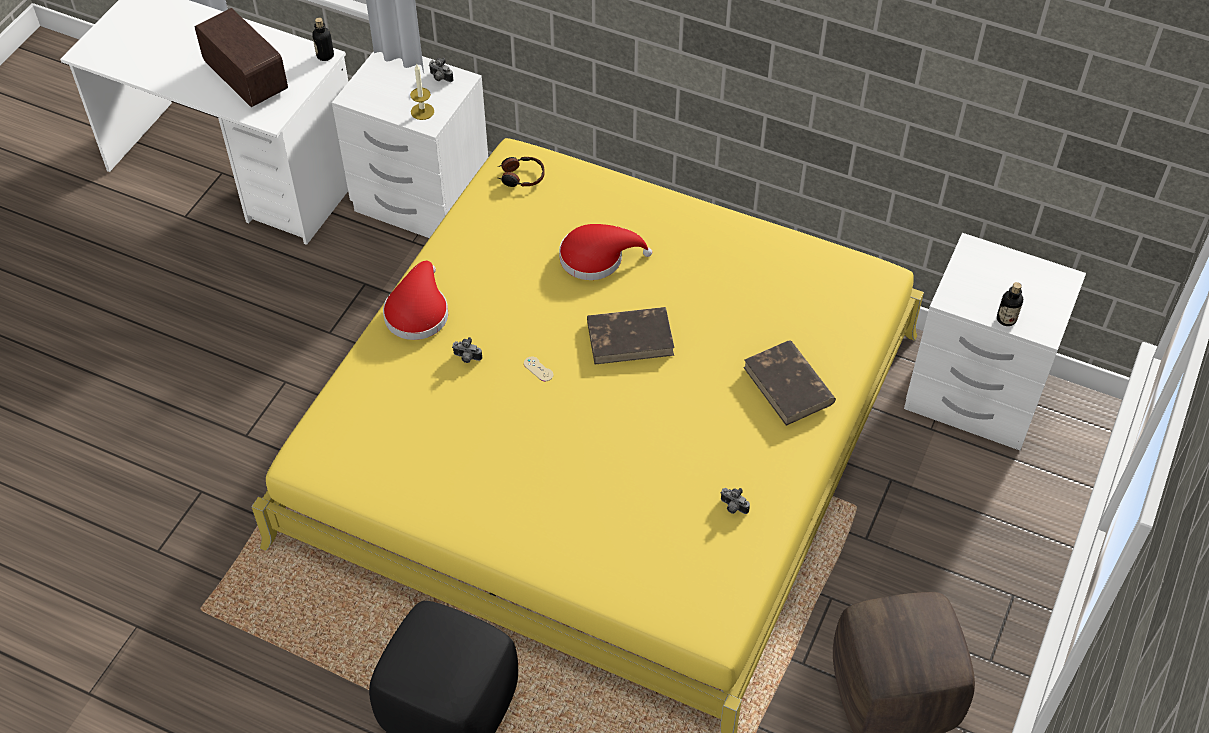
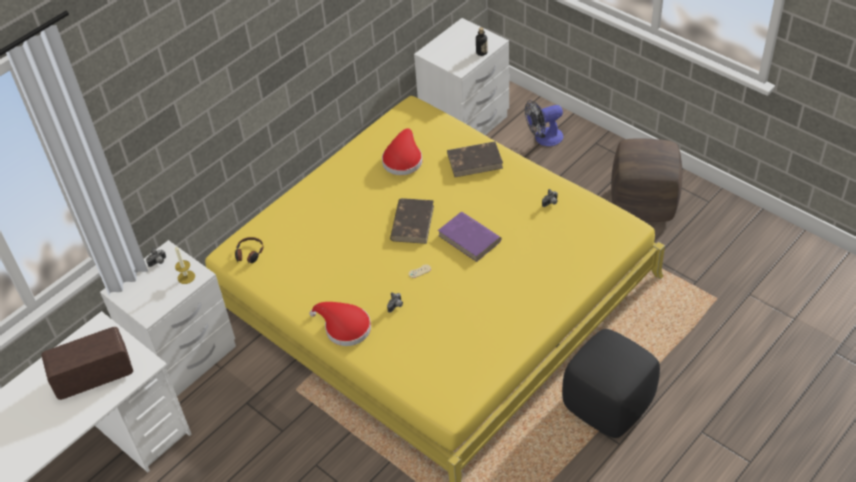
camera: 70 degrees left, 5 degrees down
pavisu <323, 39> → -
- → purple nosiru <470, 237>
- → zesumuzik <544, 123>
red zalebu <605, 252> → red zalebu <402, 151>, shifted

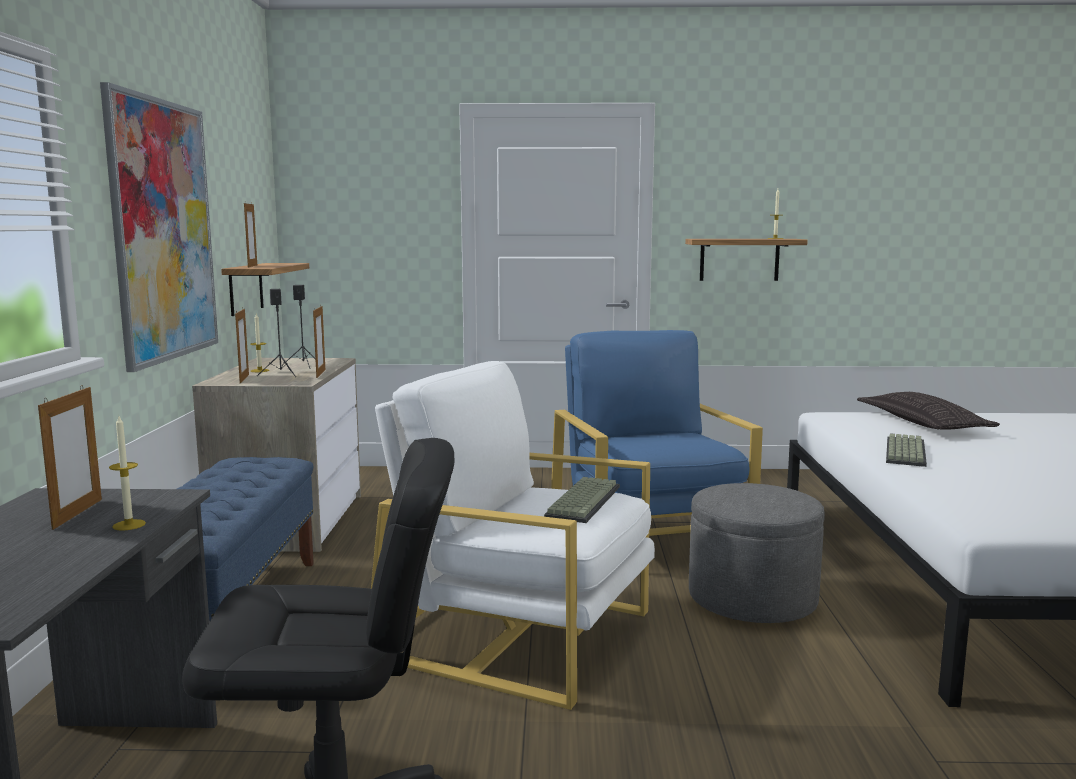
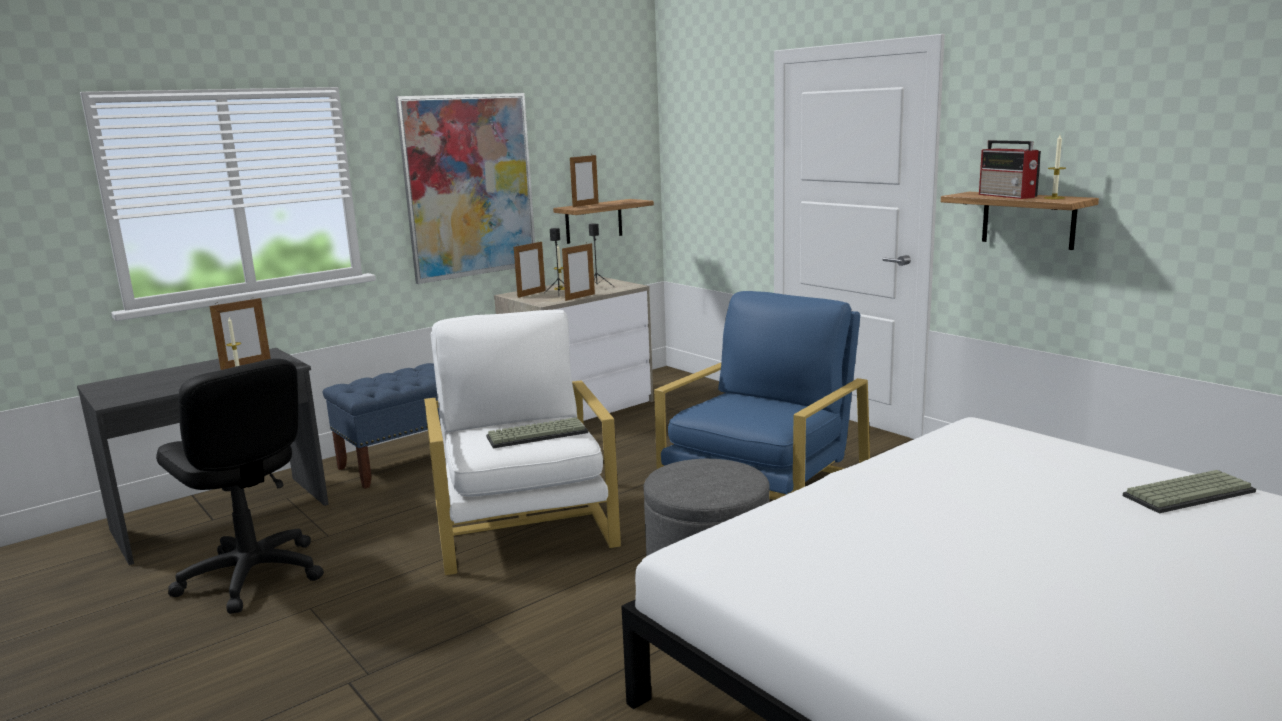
camera: 50 degrees right, 5 degrees up
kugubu <928, 411> → -
- → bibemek <1010, 169>
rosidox <906, 450> → rosidox <1189, 491>, shifted

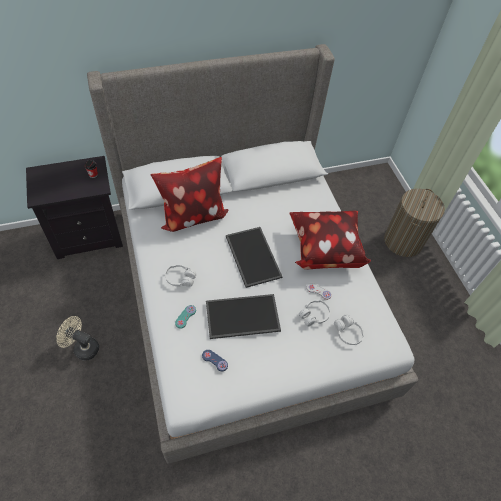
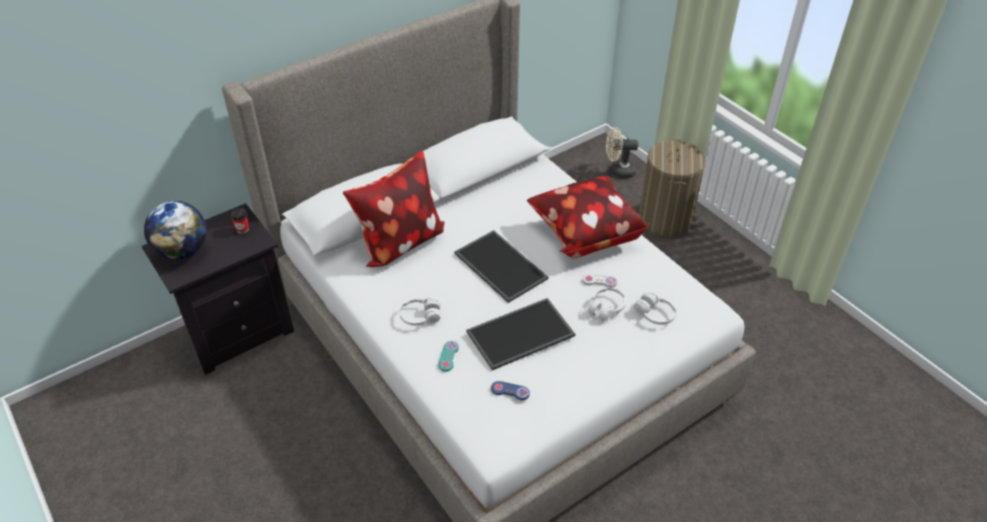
camera: 15 degrees left, 10 degrees down
- → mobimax <175, 230>
beige zesumuzik <77, 338> → beige zesumuzik <622, 152>, shifted

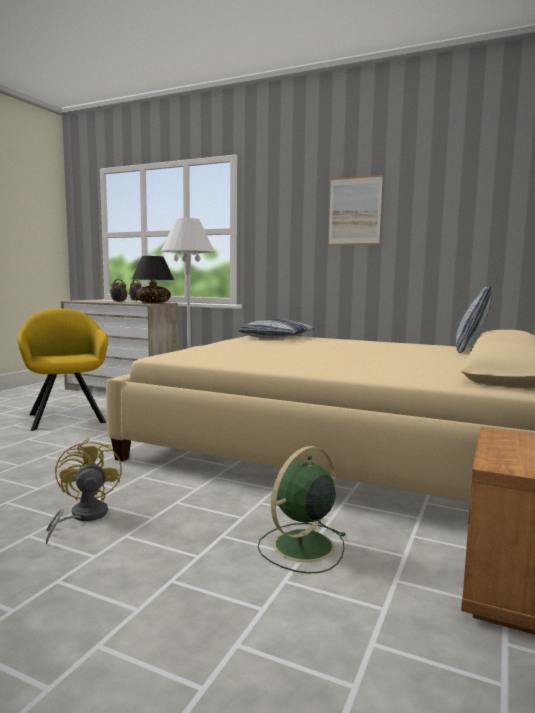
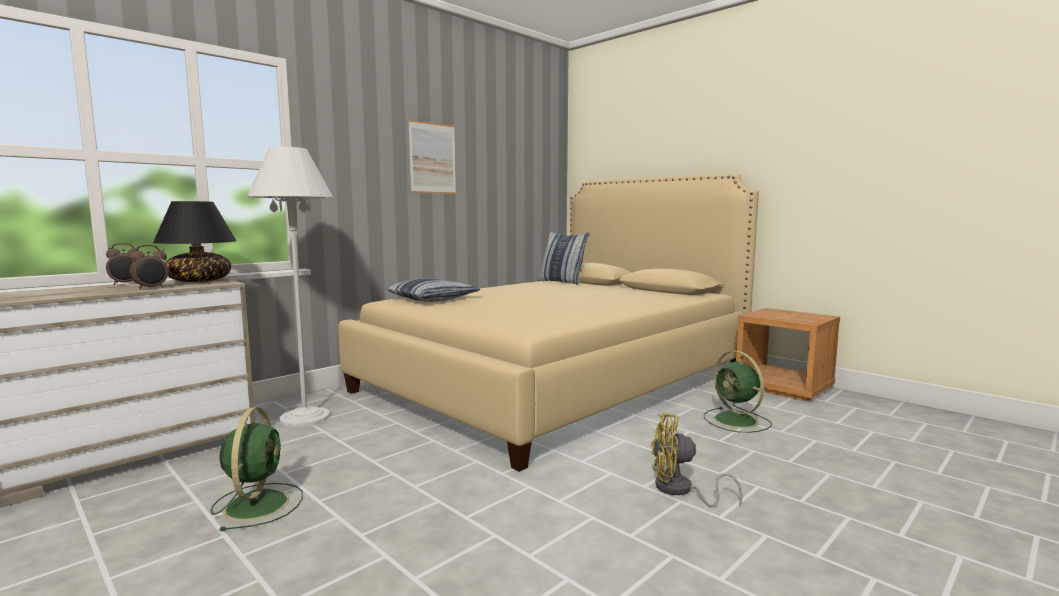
camera: 70 degrees left, 0 degrees up
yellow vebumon <62, 369> → green zesumuzik <257, 469>

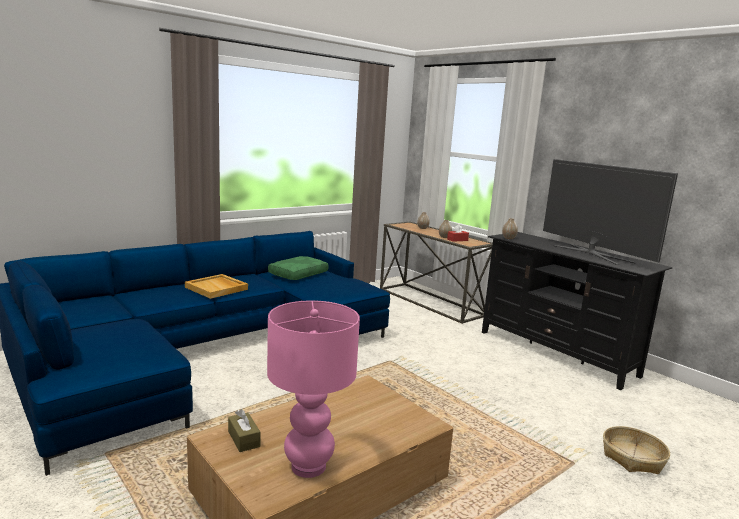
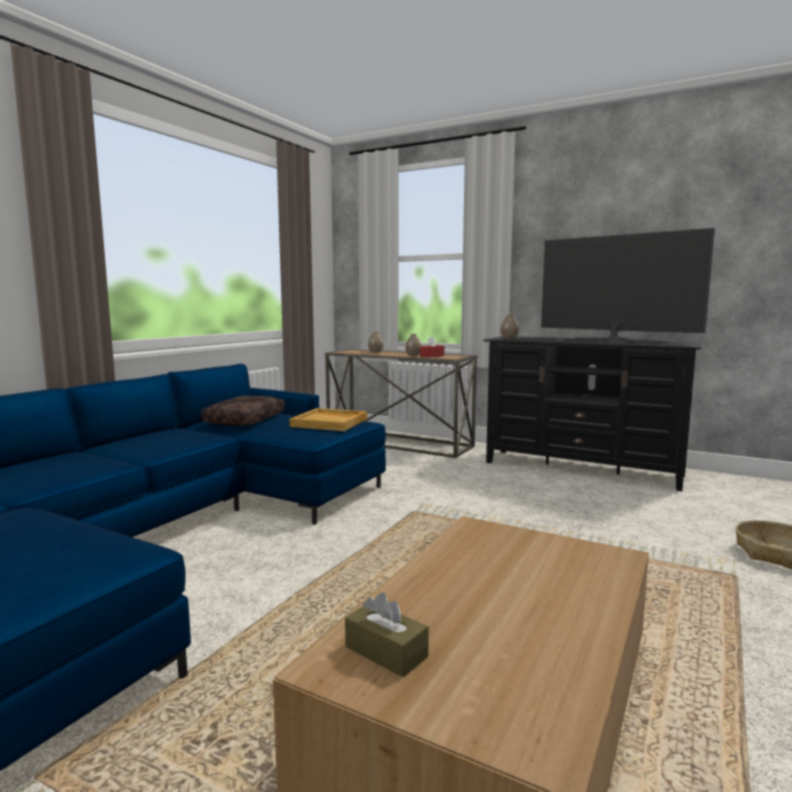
camera: 20 degrees left, 5 degrees down
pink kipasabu <313, 389> → -
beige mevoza <216, 286> → beige mevoza <328, 419>, shifted
green kugubu <298, 268> → brown kugubu <243, 411>

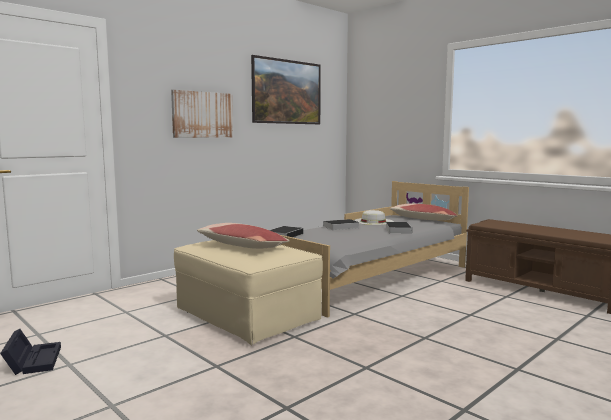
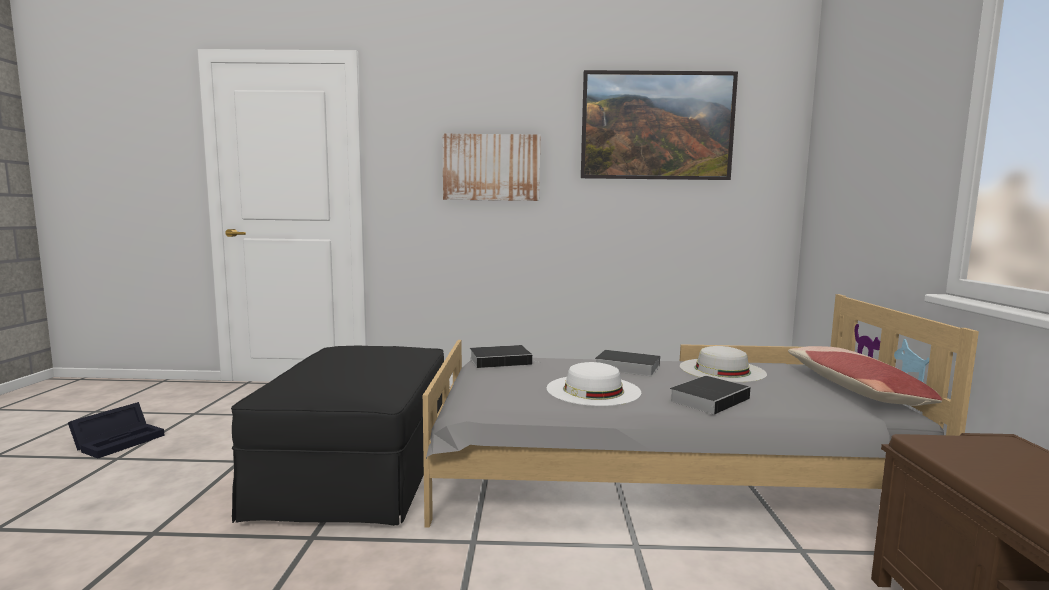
camera: 45 degrees right, 0 degrees up
kugubu <243, 236> → -
- → white zalebu <594, 384>
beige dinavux <248, 292> → black dinavux <337, 435>

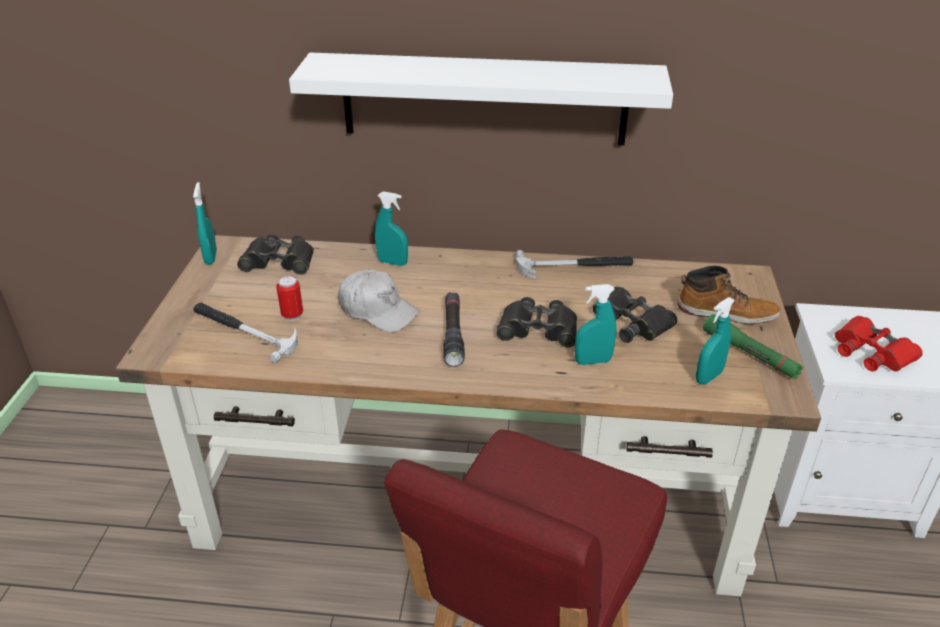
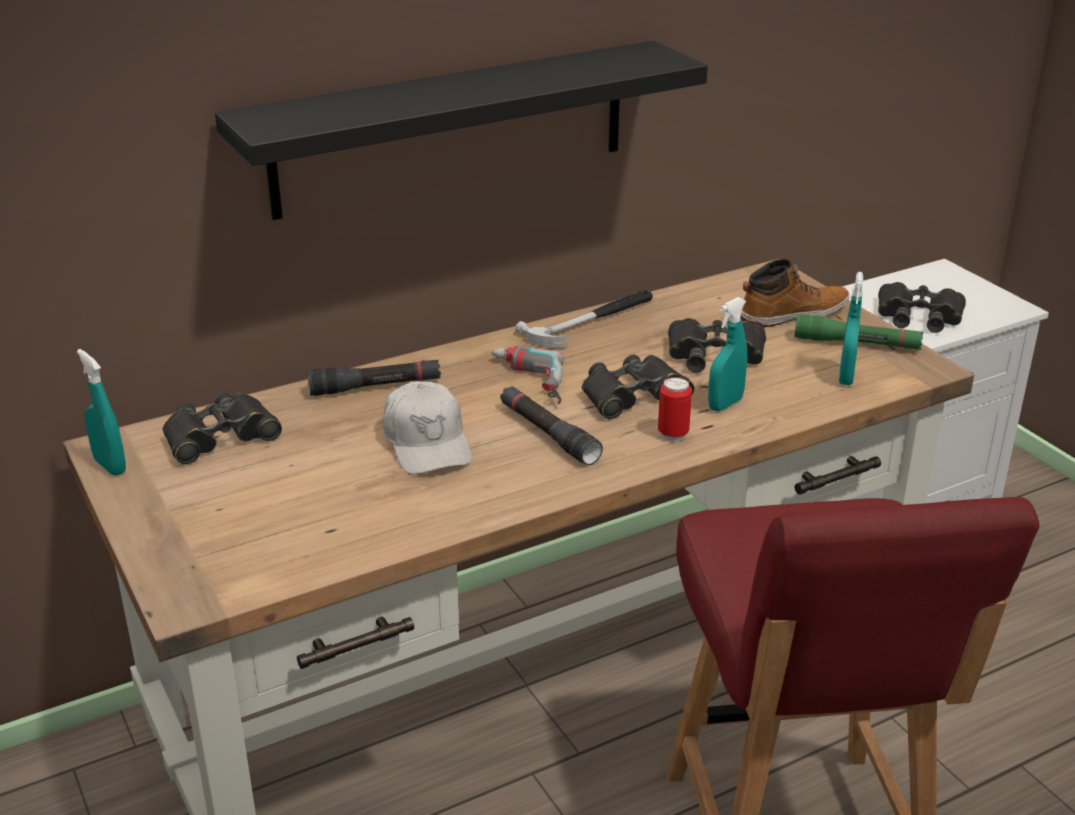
camera: 35 degrees left, 5 degrees down
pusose <245, 333> → -
- → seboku <527, 375>
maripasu <289, 298> → maripasu <675, 409>, shifted
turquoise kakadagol <391, 228> → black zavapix <374, 378>
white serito <481, 99> → black serito <461, 130>
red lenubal <879, 343> → black lenubal <922, 307>
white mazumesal <379, 301> → white mazumesal <427, 428>, 75 degrees clockwise

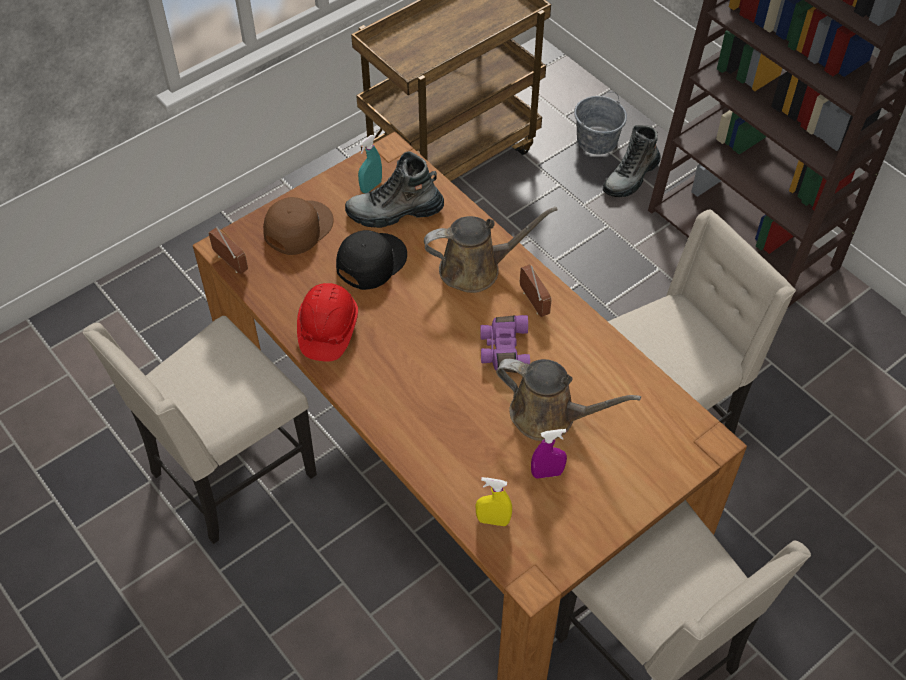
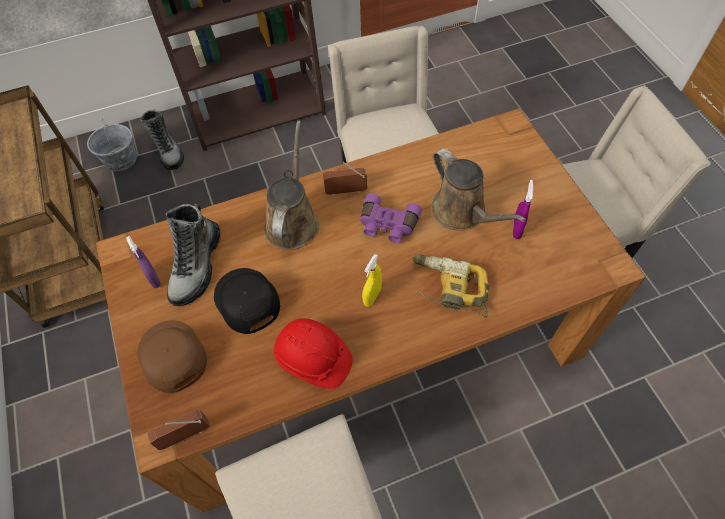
camera: 70 degrees left, 5 degrees up
- → seboku <450, 286>
yellow kakadagol <494, 501> → yellow kakadagol <372, 280>, shifted
turquoise kakadagol <370, 164> → purple kakadagol <143, 262>
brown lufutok <568, 400> → brown lufutok <479, 189>, 105 degrees clockwise

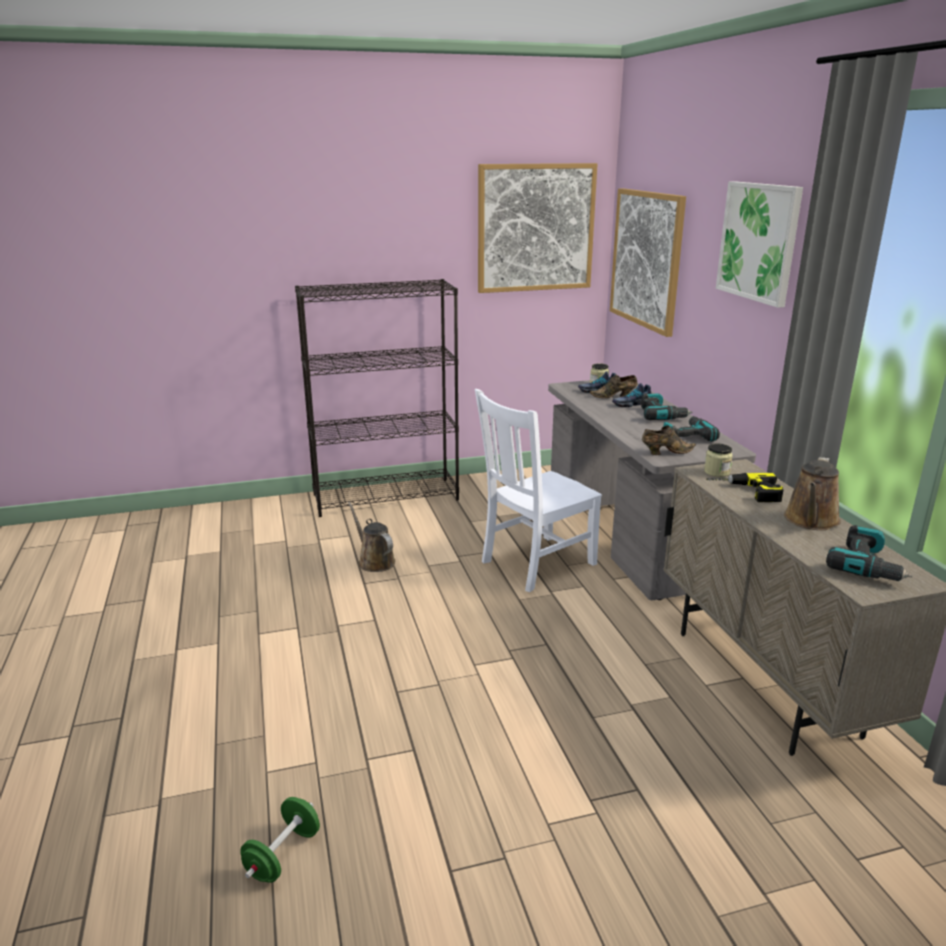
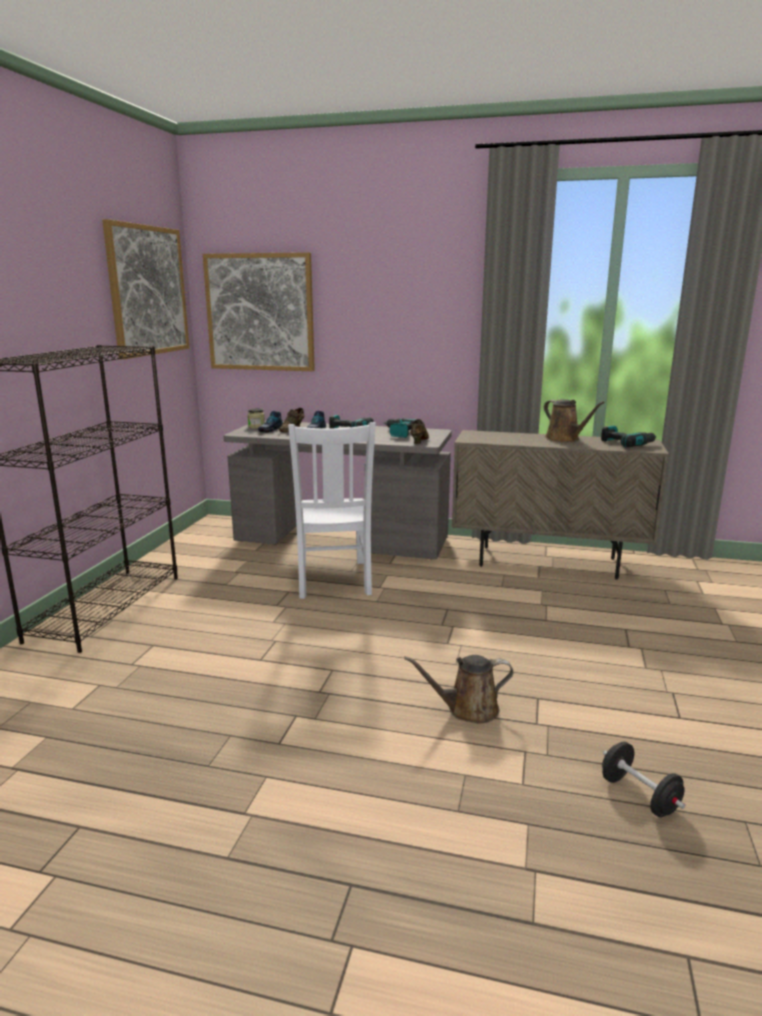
camera: 60 degrees left, 5 degrees down
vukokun <718, 460> → -
seboku <744, 487> → -
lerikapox <759, 244> → -
brown lufutok <371, 537> → brown lufutok <459, 689>, shifted
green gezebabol <280, 840> → black gezebabol <643, 779>

